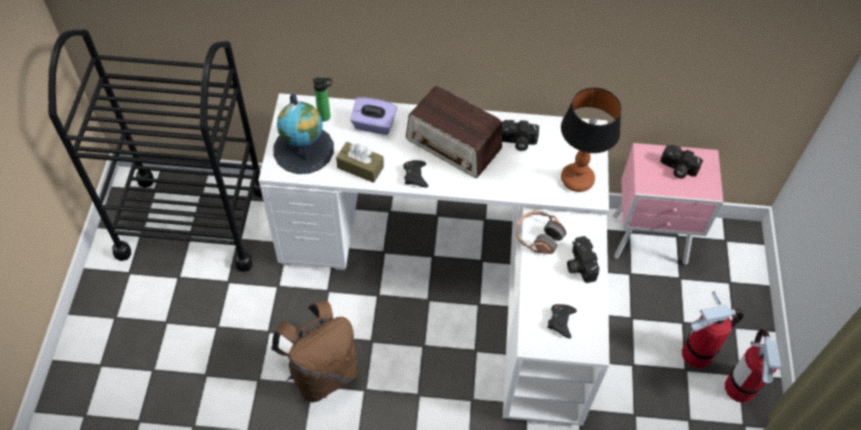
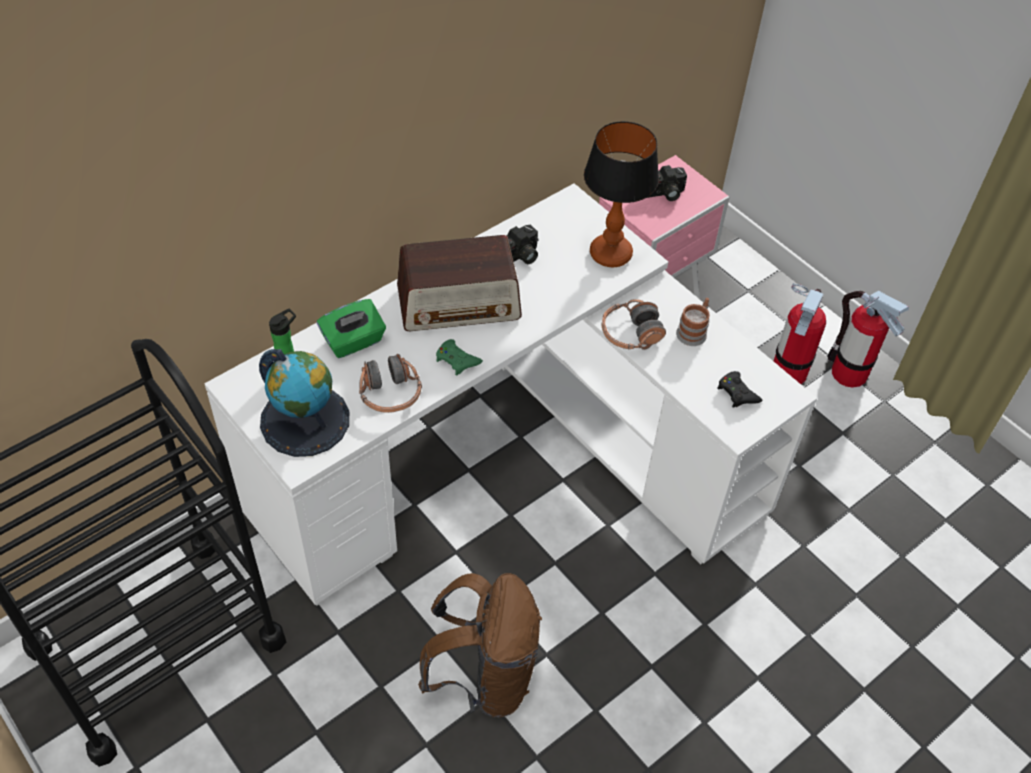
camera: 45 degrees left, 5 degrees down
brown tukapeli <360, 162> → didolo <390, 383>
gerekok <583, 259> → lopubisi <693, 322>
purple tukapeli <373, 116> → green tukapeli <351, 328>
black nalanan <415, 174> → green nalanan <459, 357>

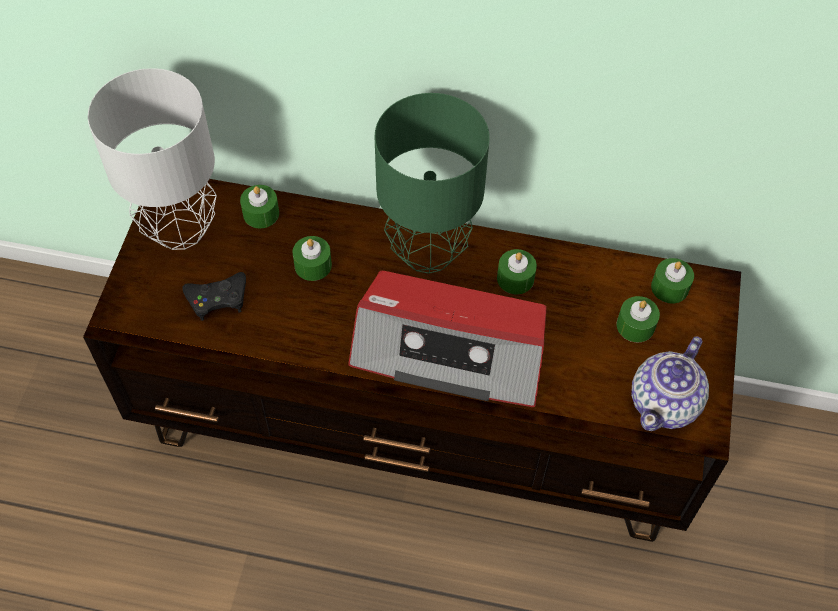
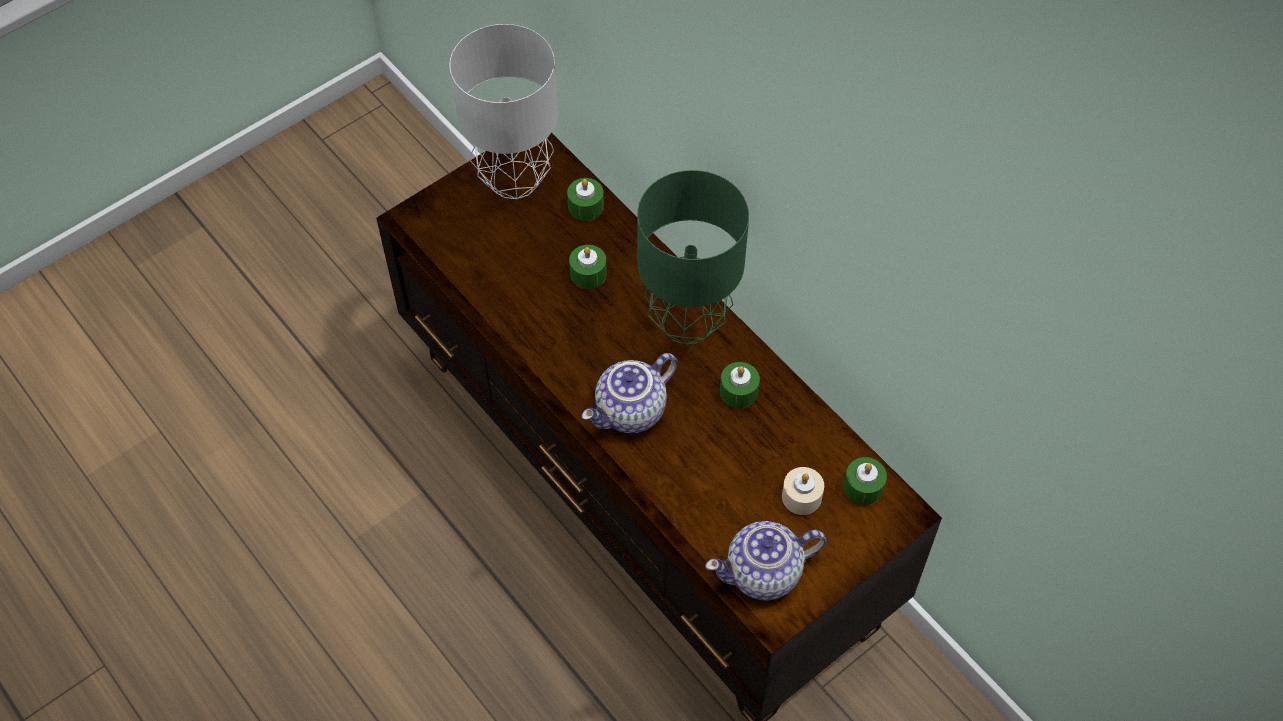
camera: 40 degrees right, 0 degrees up
black nalanan <214, 296> → -
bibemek <447, 339> → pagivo <630, 393>
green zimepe <638, 319> → beige zimepe <803, 491>

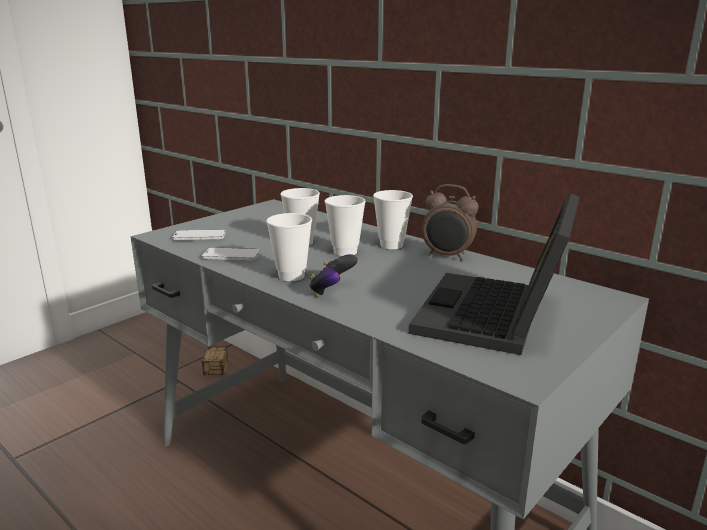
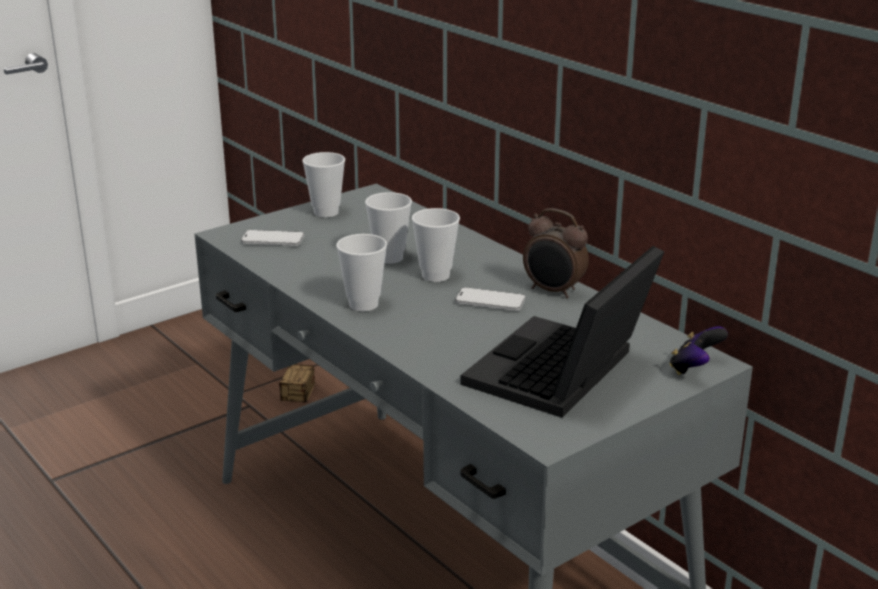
camera: 10 degrees right, 5 degrees up
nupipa <230, 254> → nupipa <490, 299>, shifted
nalanan <333, 275> → nalanan <699, 350>, shifted
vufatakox <393, 219> → vufatakox <323, 184>, shifted

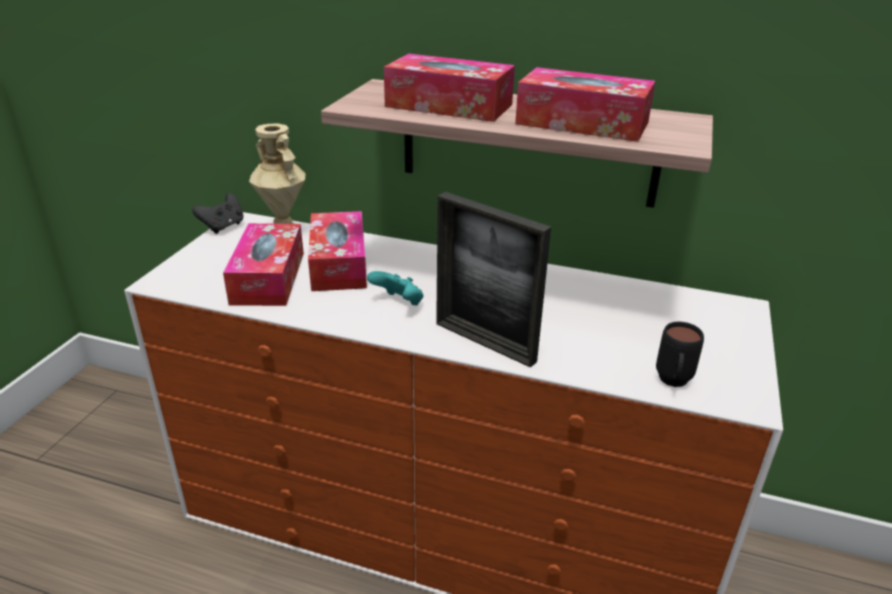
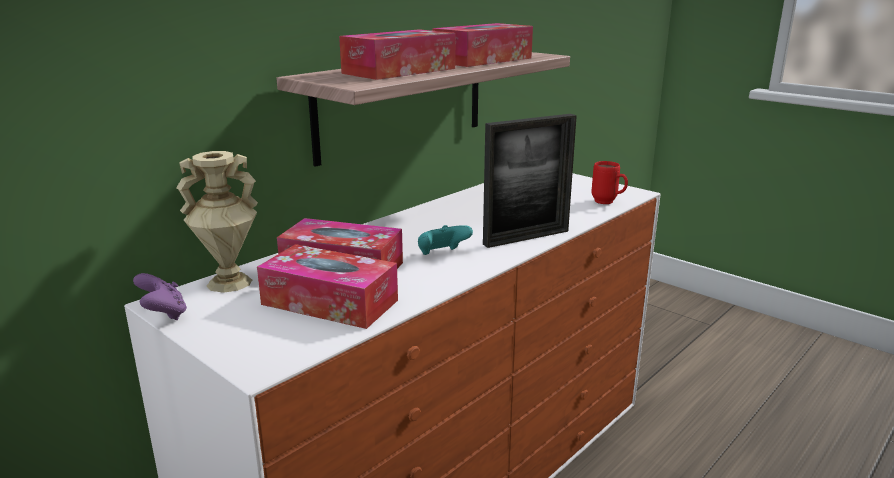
camera: 65 degrees left, 10 degrees down
black nalanan <218, 213> → purple nalanan <160, 296>
black lopubisi <680, 354> → red lopubisi <610, 182>

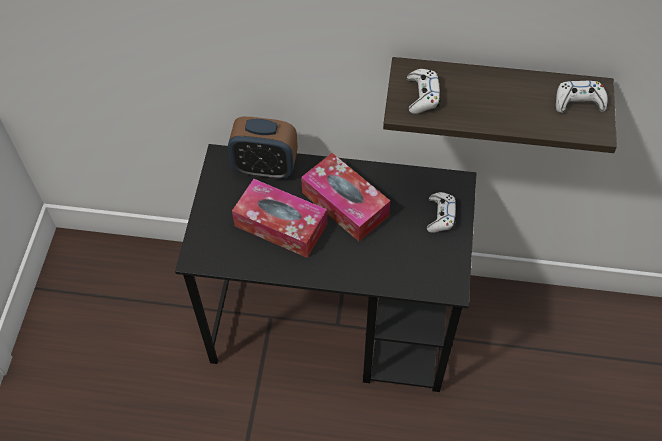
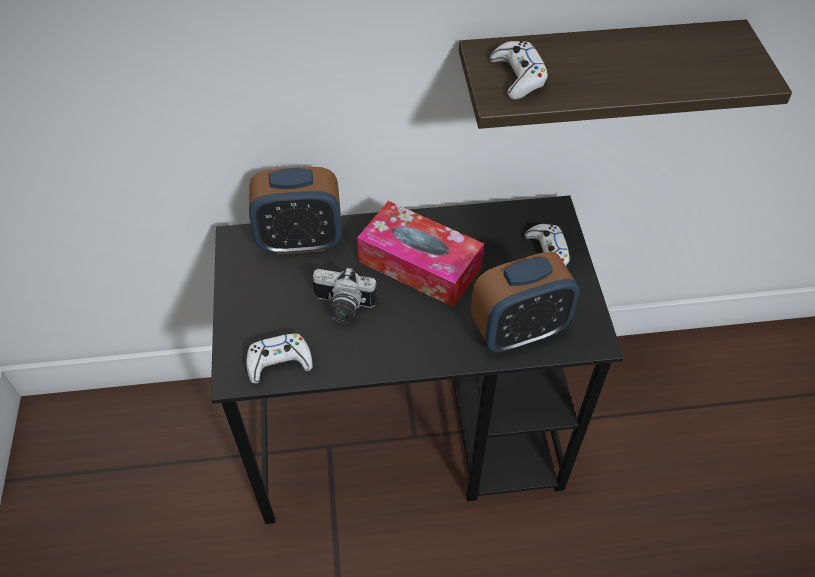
camera: 15 degrees left, 5 degrees down
- → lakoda <524, 301>
white nalanan <582, 97> → white nalanan <279, 358>, shifted
tukapeli <279, 218> → gerekok <345, 295>

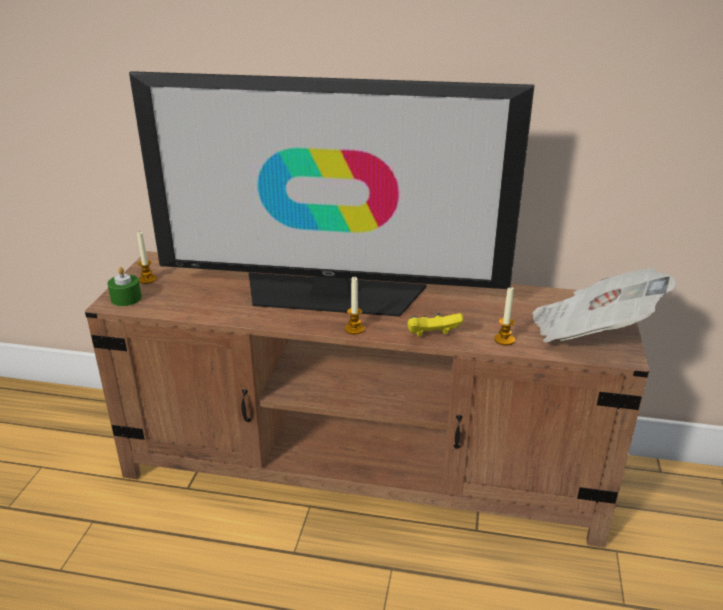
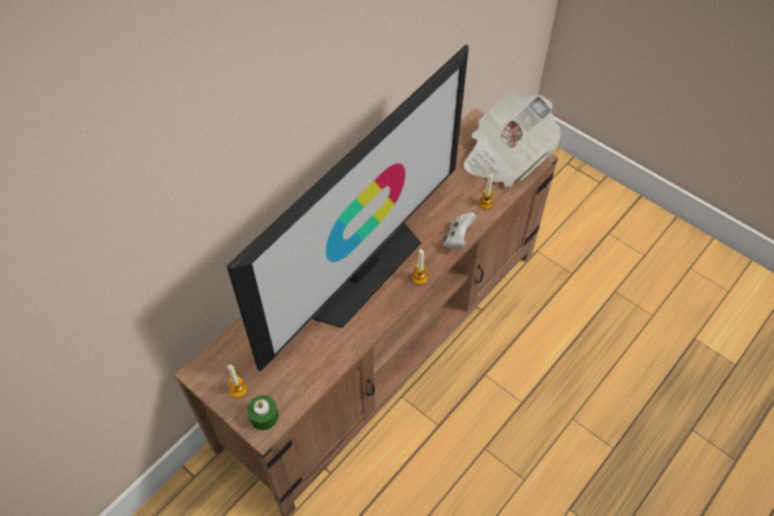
camera: 60 degrees left, 25 degrees up
yellow nalanan <435, 325> → white nalanan <459, 230>

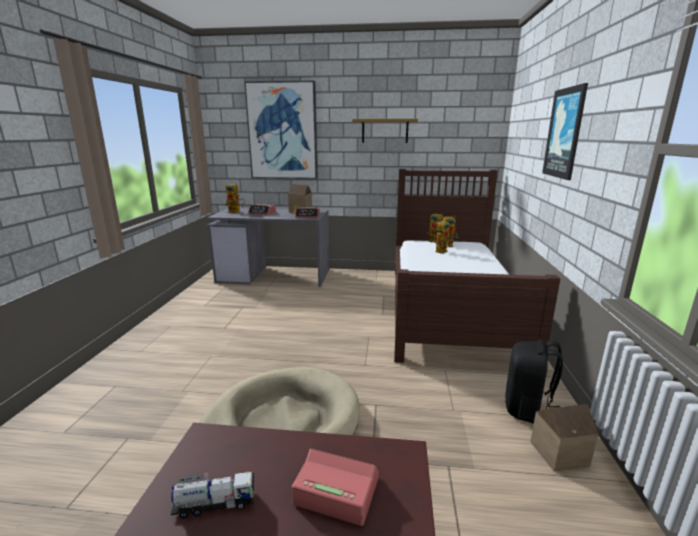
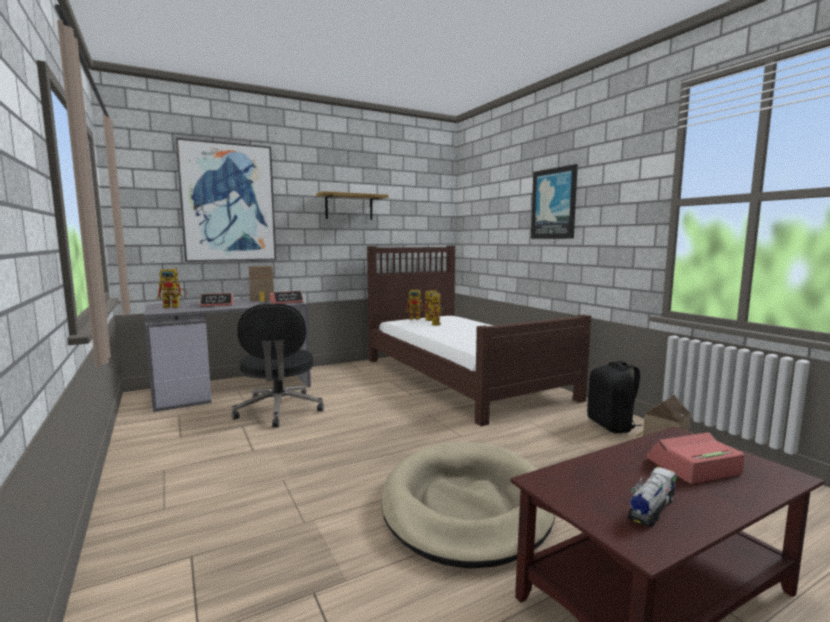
camera: 35 degrees left, 10 degrees down
- → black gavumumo <277, 365>

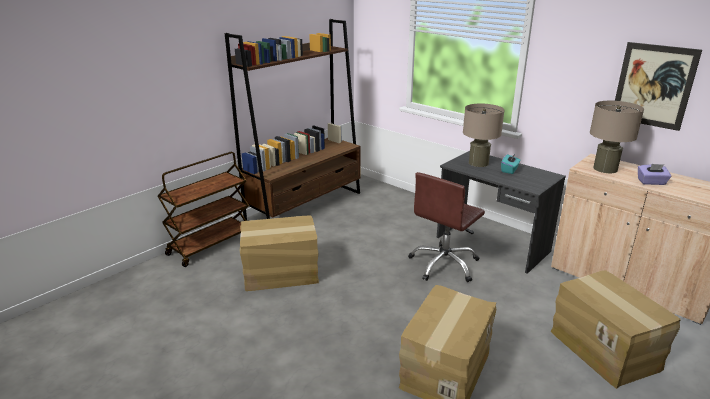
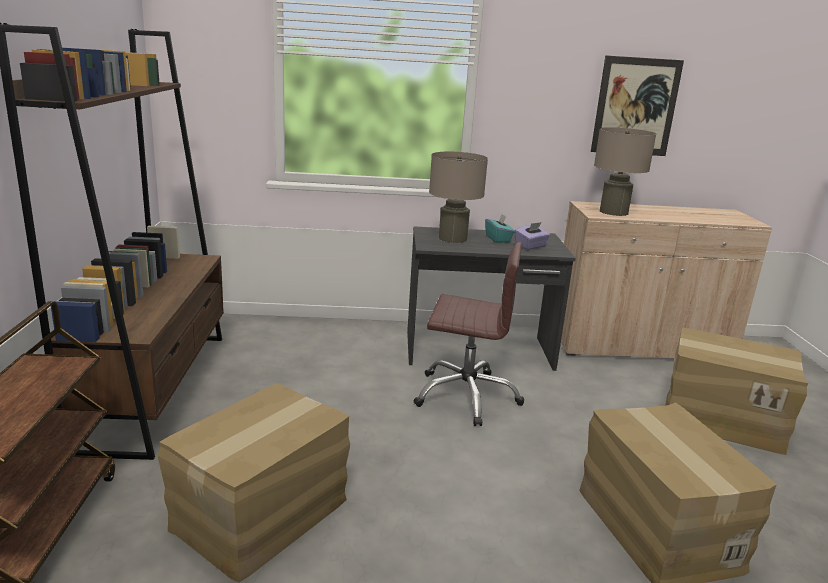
camera: 45 degrees left, 5 degrees down
purple tukapeli <654, 174> → purple tukapeli <532, 236>, shifted
brown gavumumo <446, 227> → brown gavumumo <469, 334>, 75 degrees counterclockwise

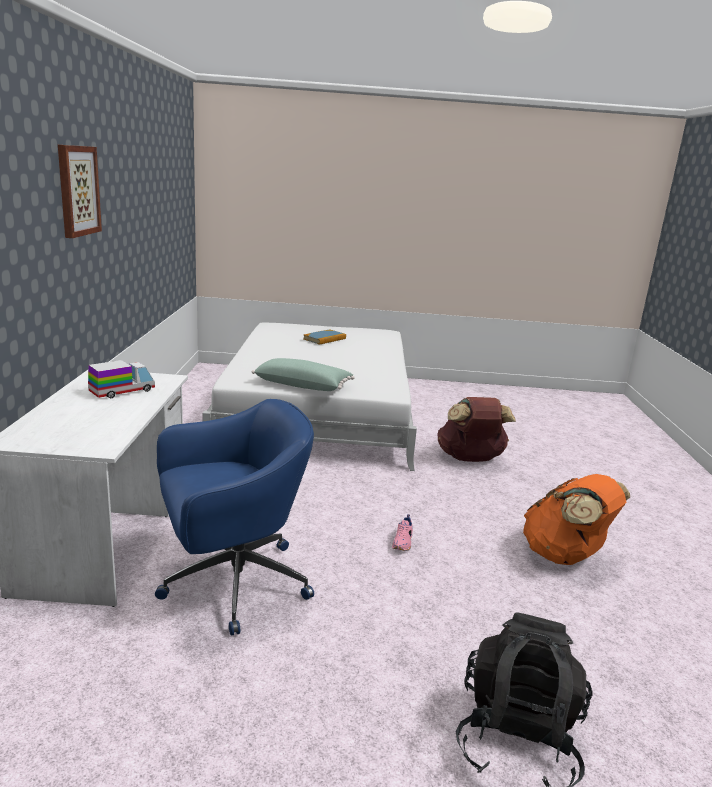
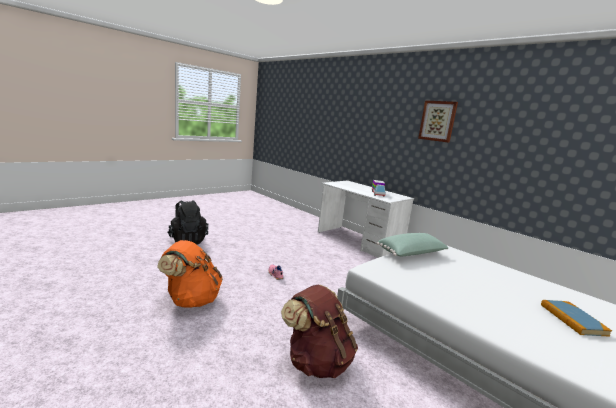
camera: 135 degrees right, 5 degrees down
blue gavumumo <234, 517> → -

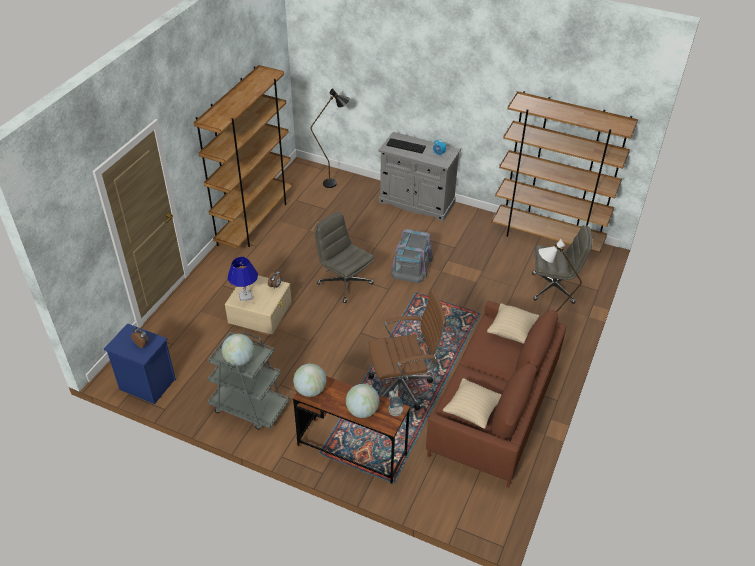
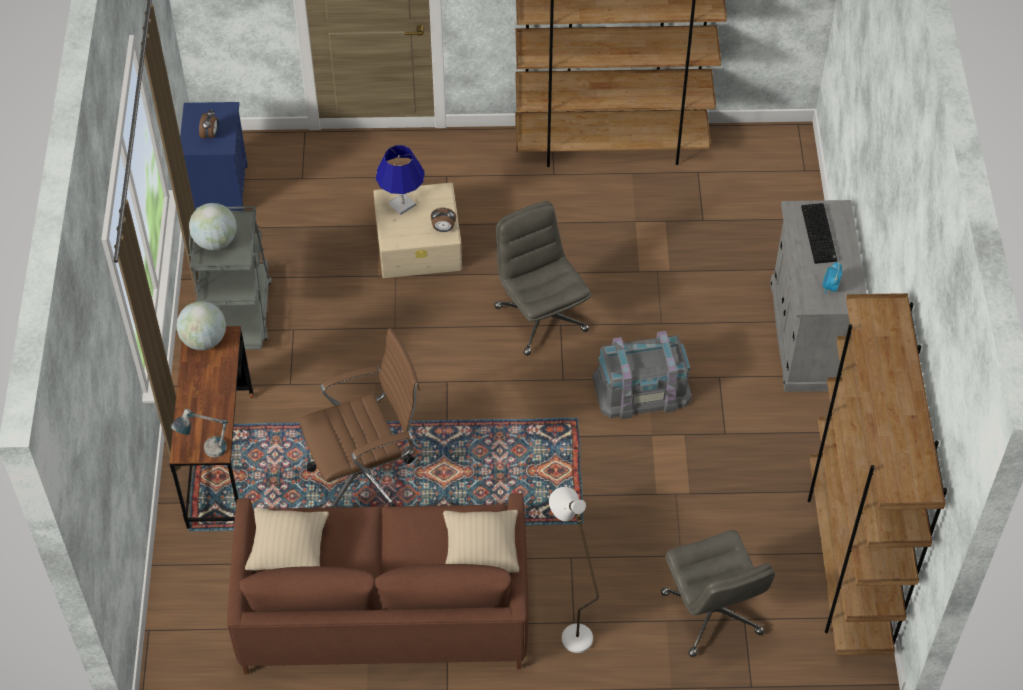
camera: 65 degrees right, 10 degrees up
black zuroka <330, 138> → -
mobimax <363, 401> → -
grey gavumumo <344, 257> → grey gavumumo <542, 278>, 45 degrees counterclockwise
brown gavumumo <407, 349> → brown gavumumo <359, 418>, 75 degrees counterclockwise

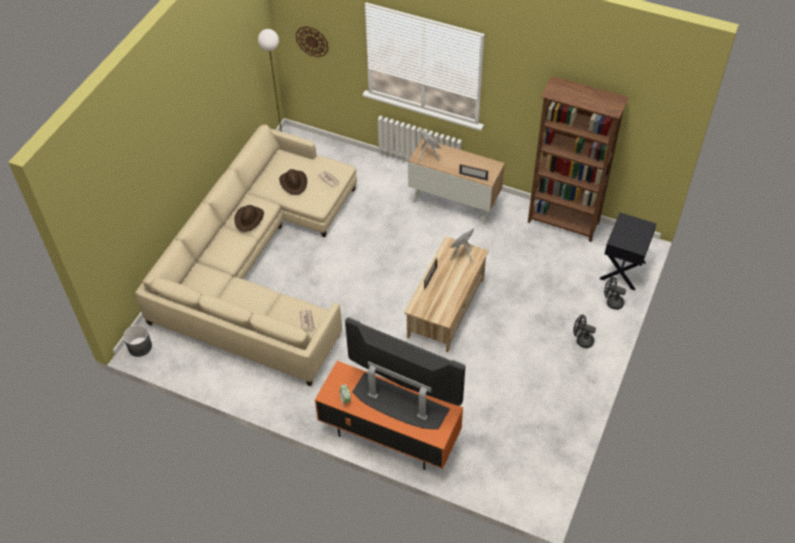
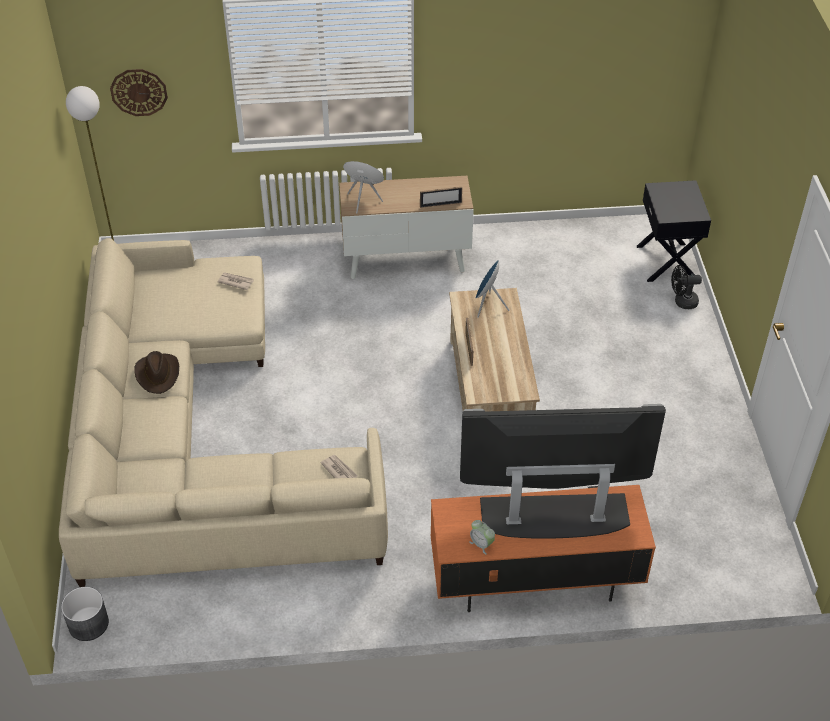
camera: 30 degrees left, 5 degrees down
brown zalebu <293, 182> → -
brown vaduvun <578, 159> → -
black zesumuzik <584, 331> → -

